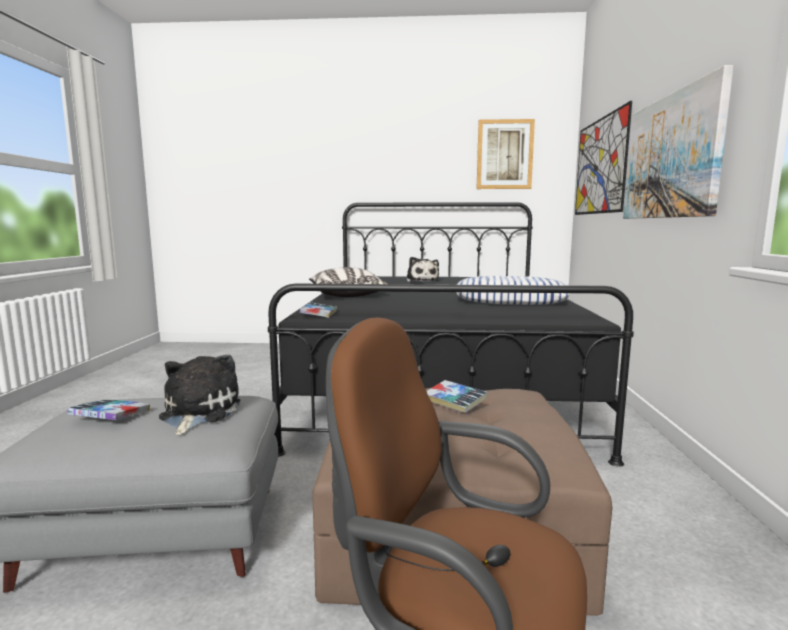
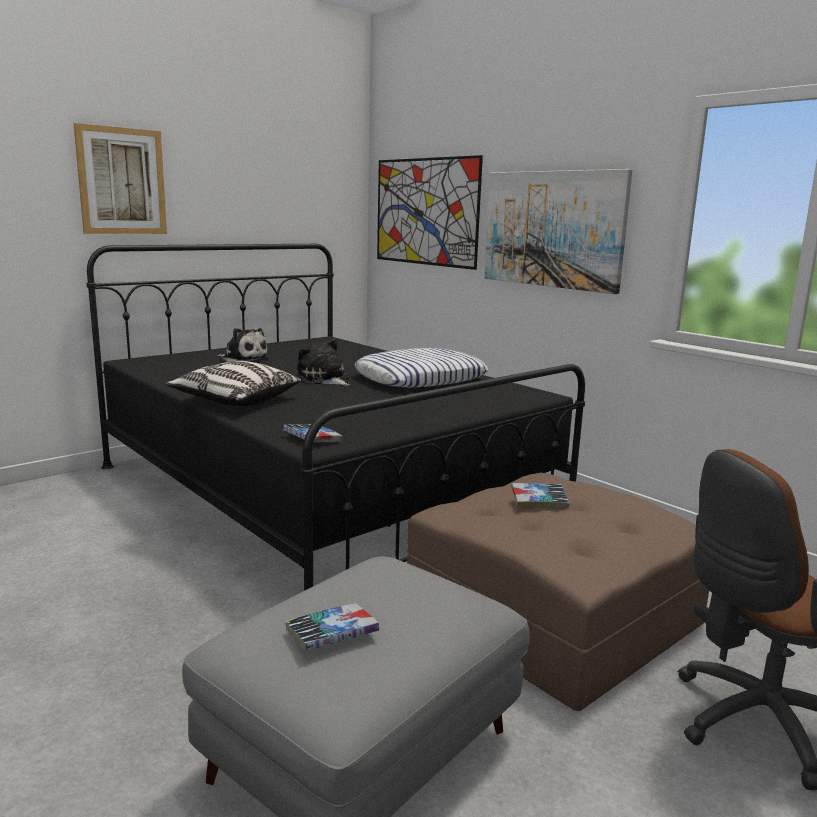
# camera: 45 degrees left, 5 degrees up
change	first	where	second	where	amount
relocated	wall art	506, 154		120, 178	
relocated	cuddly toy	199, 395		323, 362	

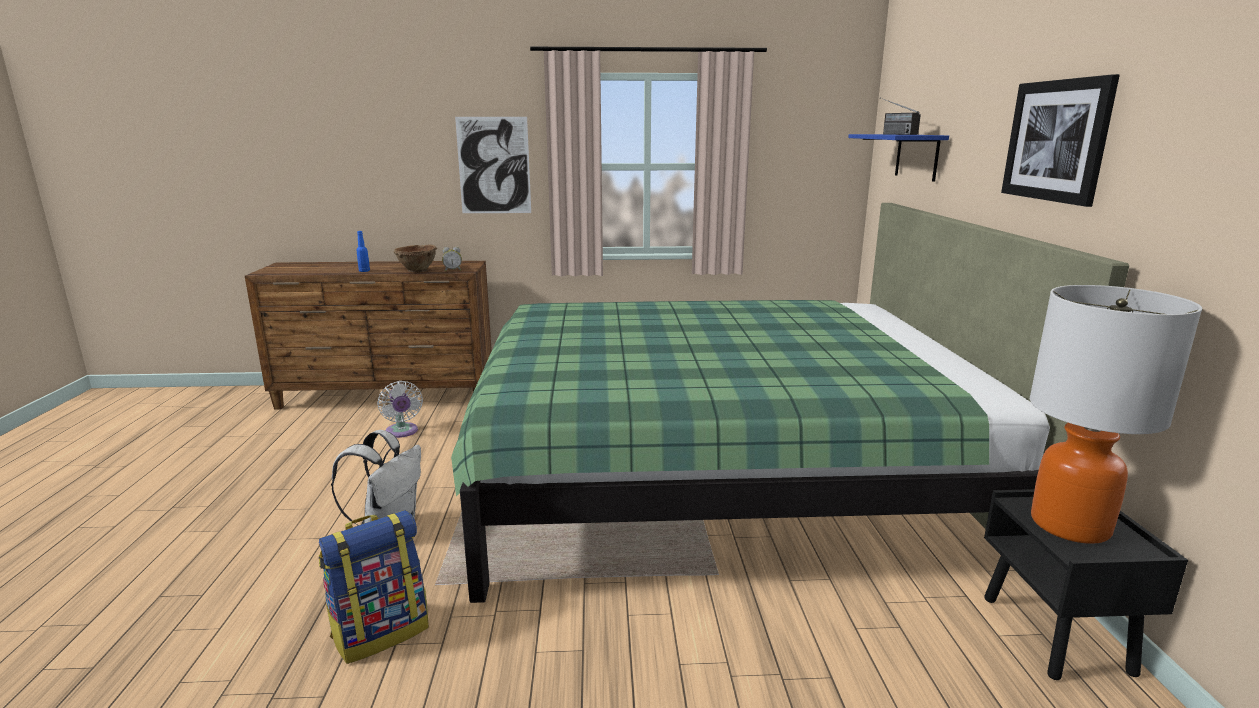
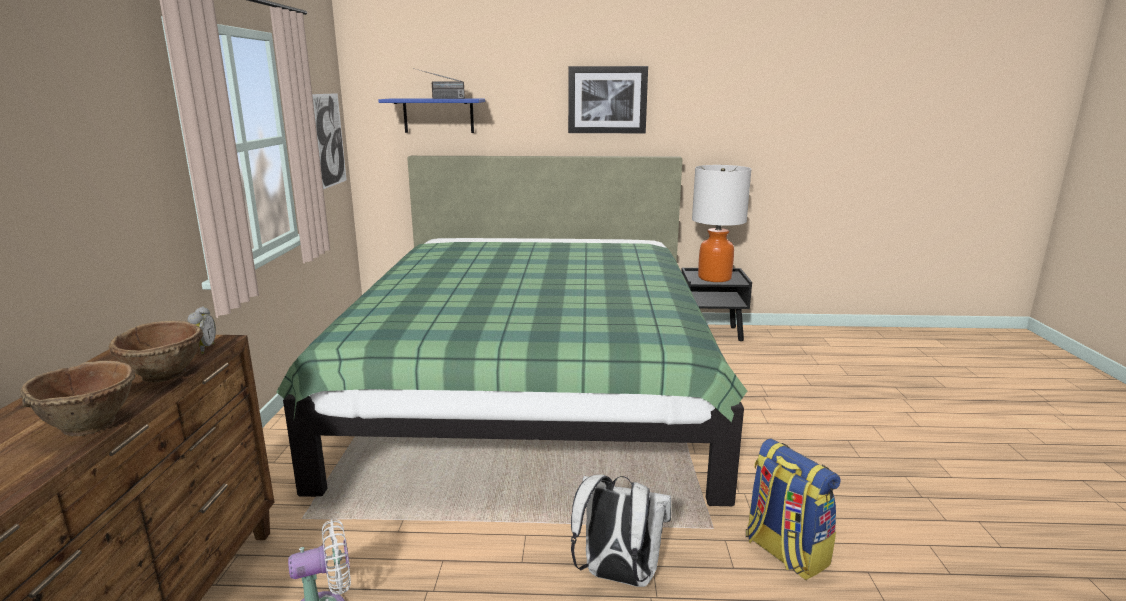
# camera: 85 degrees left, 0 degrees up
change	first	where	second	where	amount
relocated	wall art	493, 165		329, 141	
exchanged	beverage bottle (blue-coloured)	363, 251	bowl (brown-coloured)	77, 398	

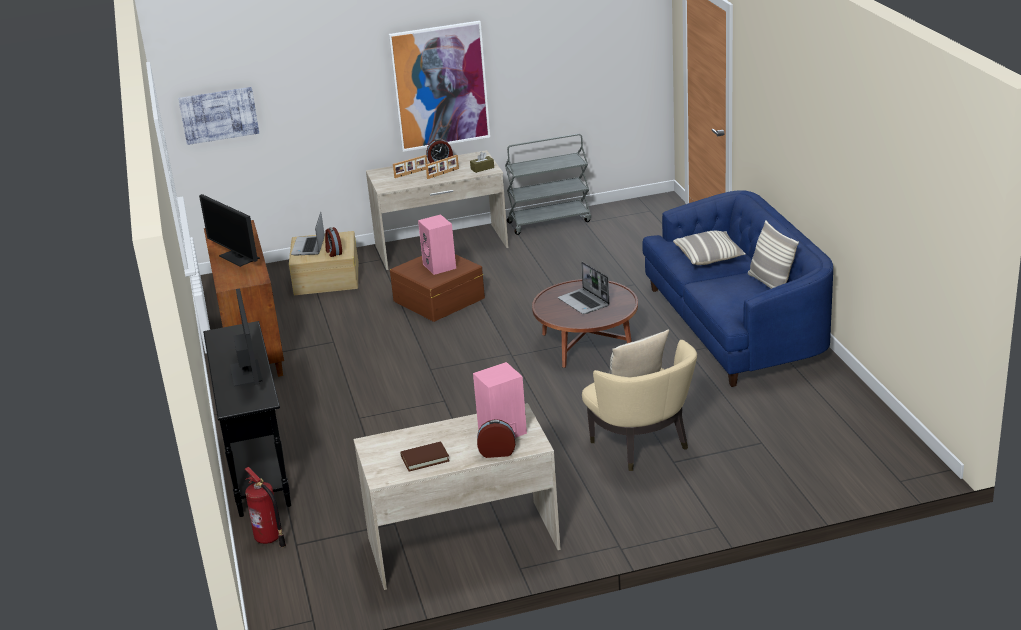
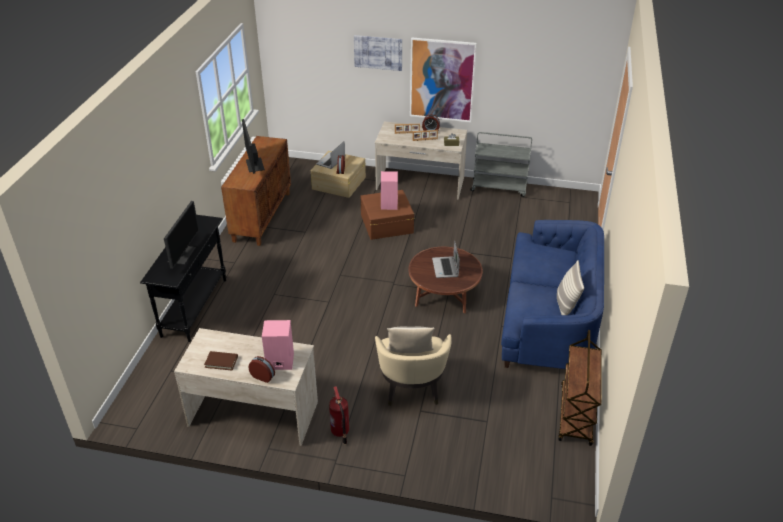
# camera: 25 degrees right, 10 degrees up
change	first	where	second	where	amount
relocated	wall art	218, 116		378, 53	
missing	cushion	709, 248			
relocated	fire-fighting cylinder	265, 507		339, 415	
appeared			cart (brown-coloured)	580, 388	

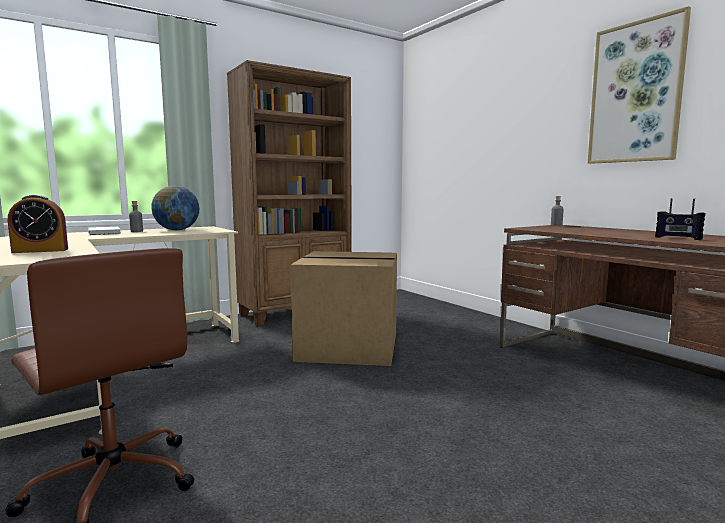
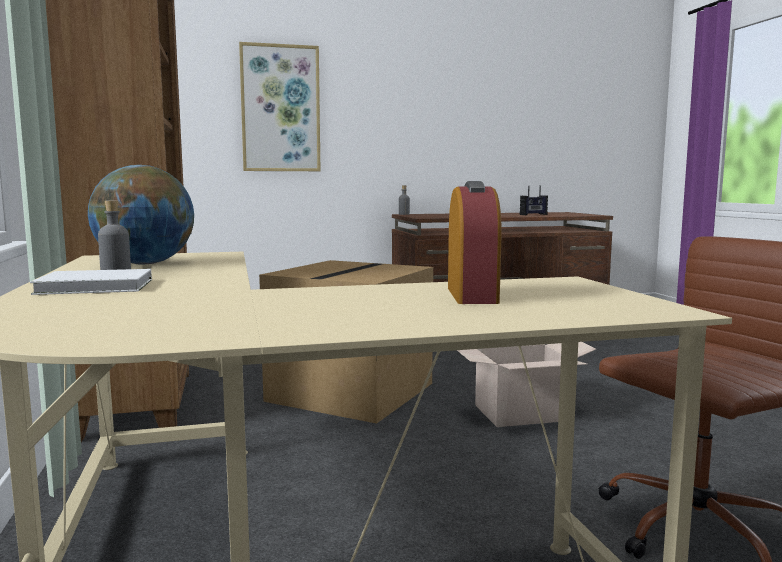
# camera: 70 degrees left, 0 degrees up
change	first	where	second	where	amount
relocated	wall art	639, 85		279, 106	
appeared			cardboard box	526, 384	

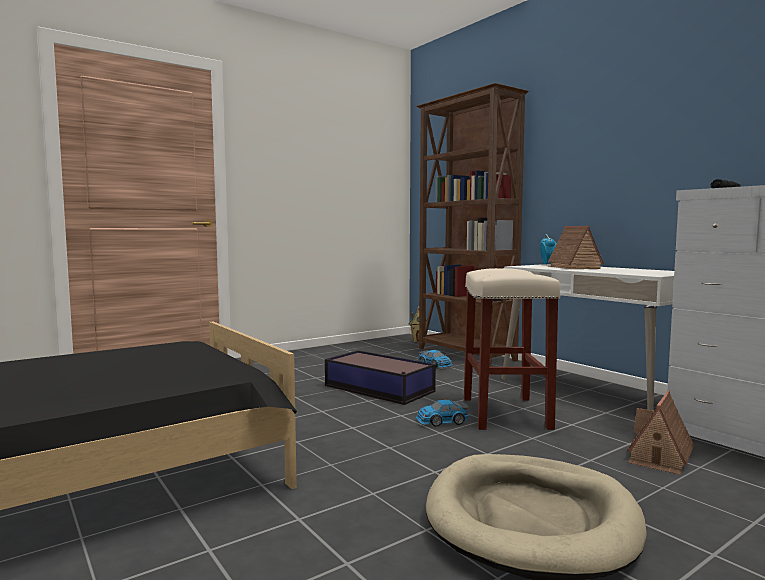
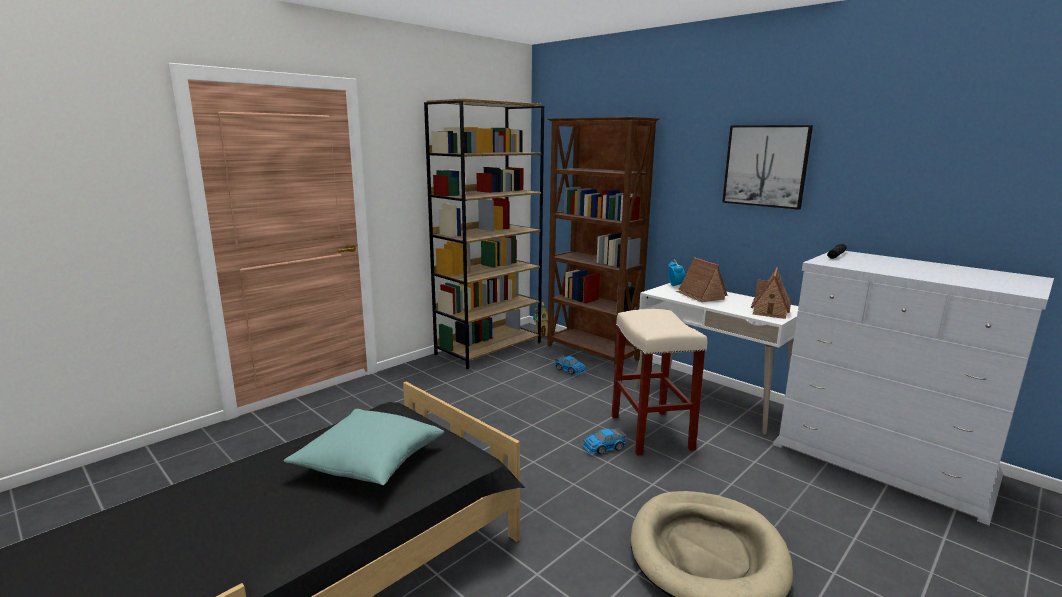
# camera: 10 degrees left, 10 degrees up
change	first	where	second	where	amount
missing	storage box	380, 377			
relocated	toy house	660, 432		771, 293	
appeared			bookshelf (brown-coloured)	484, 233	
appeared			wall art	767, 167	
appeared			cushion (turquoise)	364, 447	

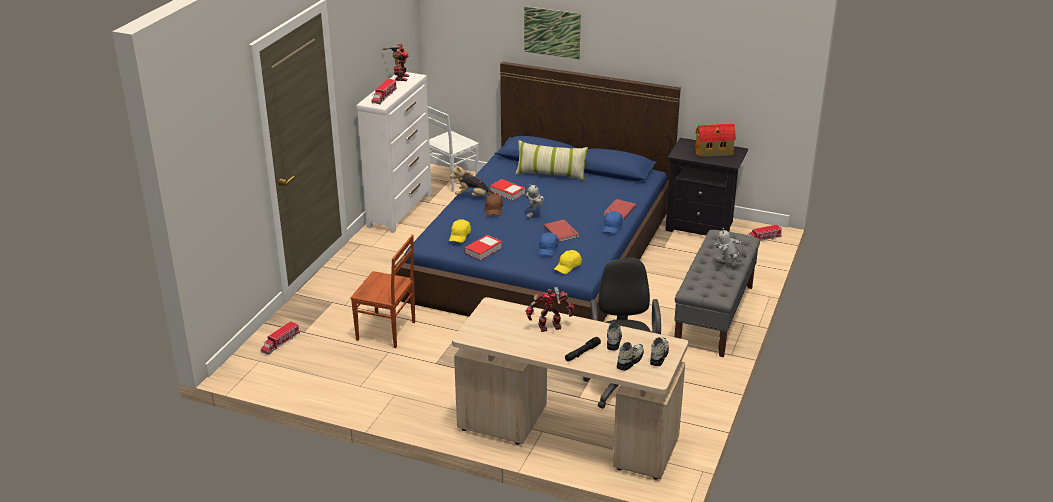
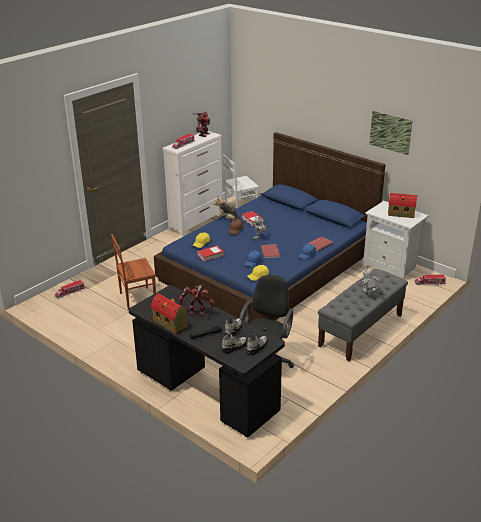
# camera: 20 degrees right, 0 degrees up
change	first	where	second	where	amount
relocated	wall art	552, 32		391, 133	
colour	bedside table (black-coloured)	706, 186	bedside table (whitish)	396, 240	
missing	cushion	551, 160			
spun	plain chair (brown-coloured)	383, 291		133, 272	120 degrees clockwise
colour	desk unit (beige)	570, 388	desk unit (black-coloured)	207, 361	
appeared			toy house	169, 313	

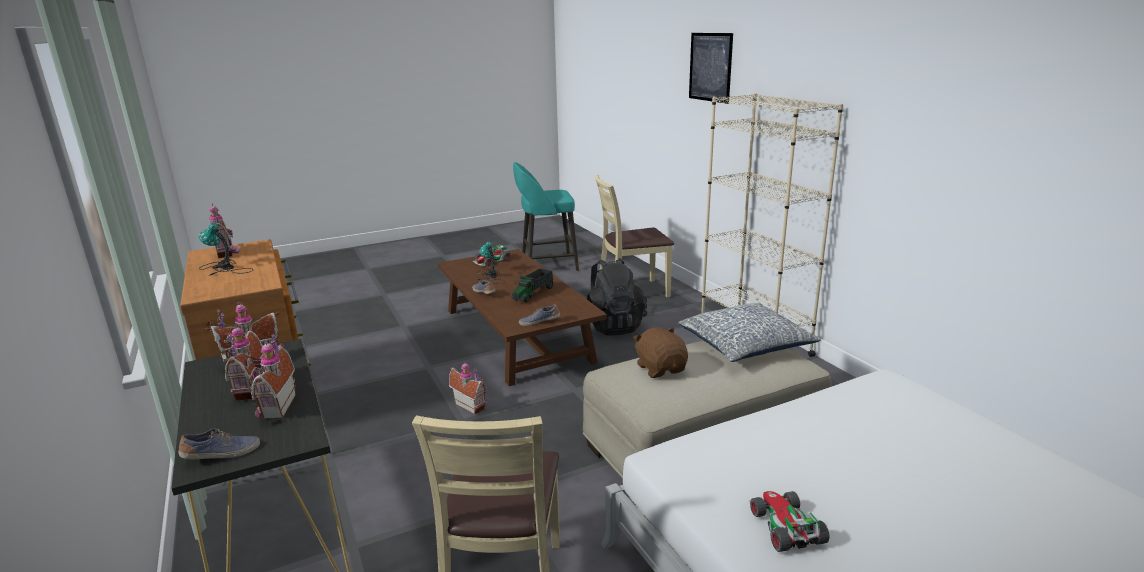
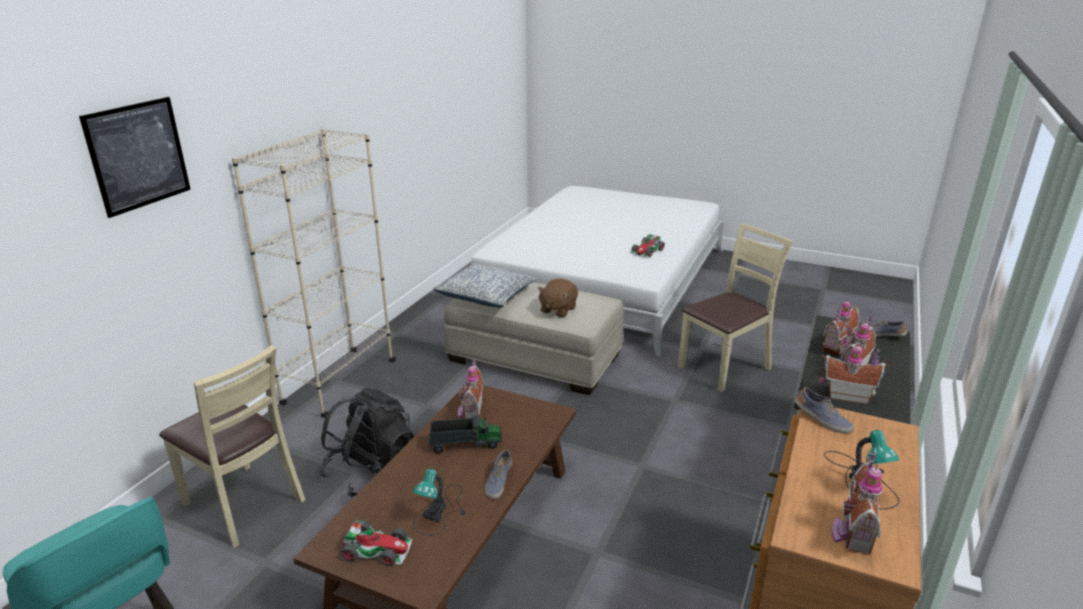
# camera: 130 degrees left, 5 degrees up
change	first	where	second	where	amount
relocated	item of footwear	539, 315		824, 410	
relocated	toy house	468, 388		470, 388	

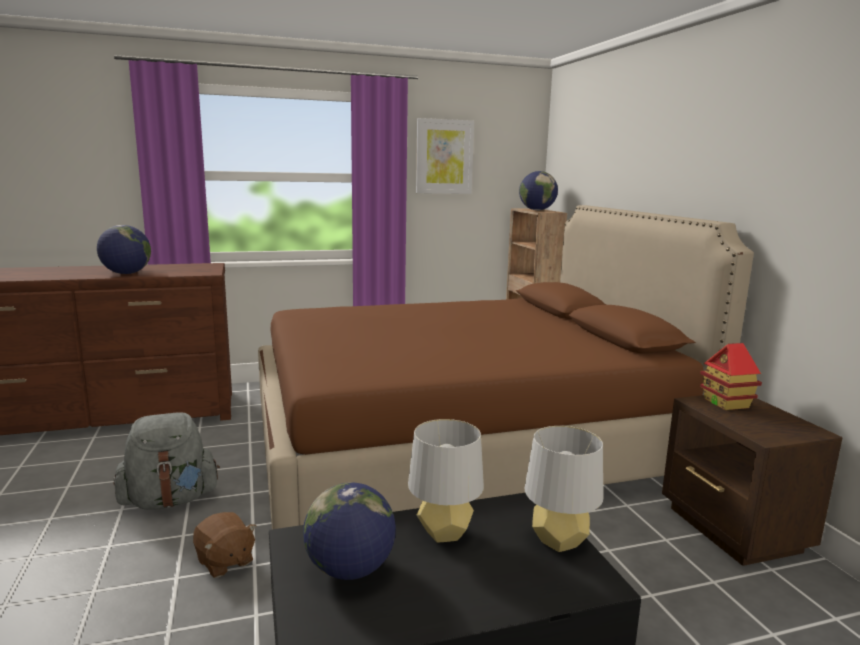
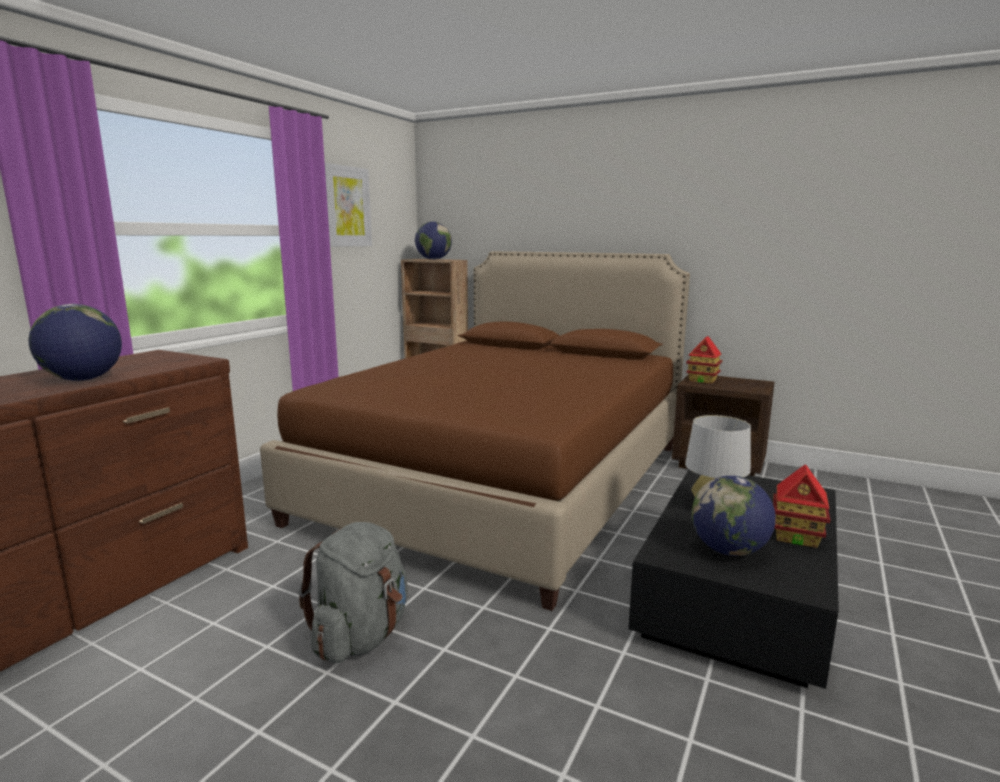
# camera: 45 degrees left, 0 degrees up
change	first	where	second	where	amount
missing	table lamp (gray)	564, 489			
missing	cuddly toy (brown-coloured)	224, 545			
appeared			toy house	801, 506	

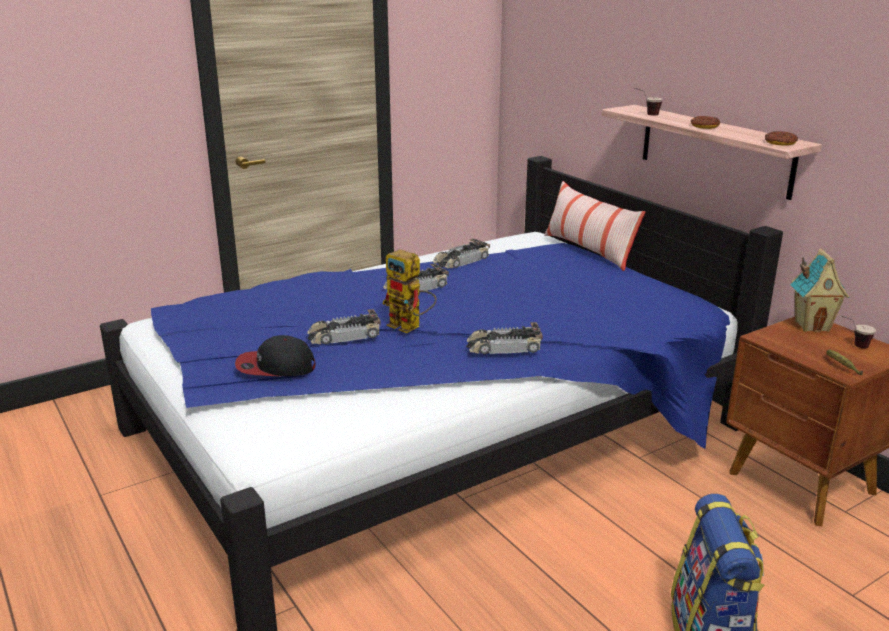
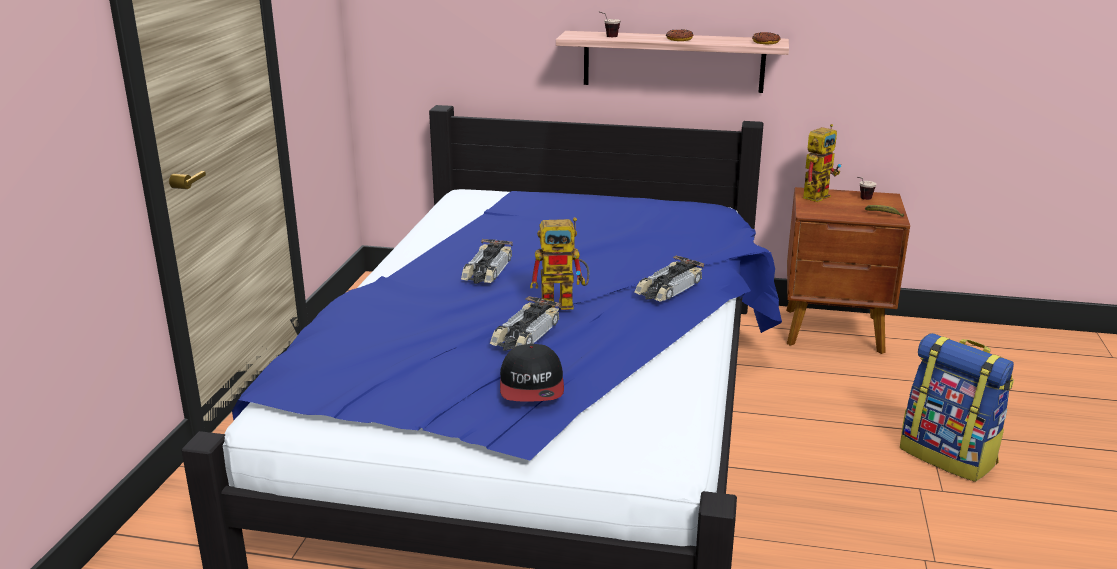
# camera: 45 degrees left, 0 degrees up
change	first	where	second	where	amount
missing	cushion	594, 226			
missing	model car	461, 253			
exchanged	toy house	819, 290	model robot	822, 163	
spun	baseball cap	275, 356		532, 373	45 degrees counterclockwise

